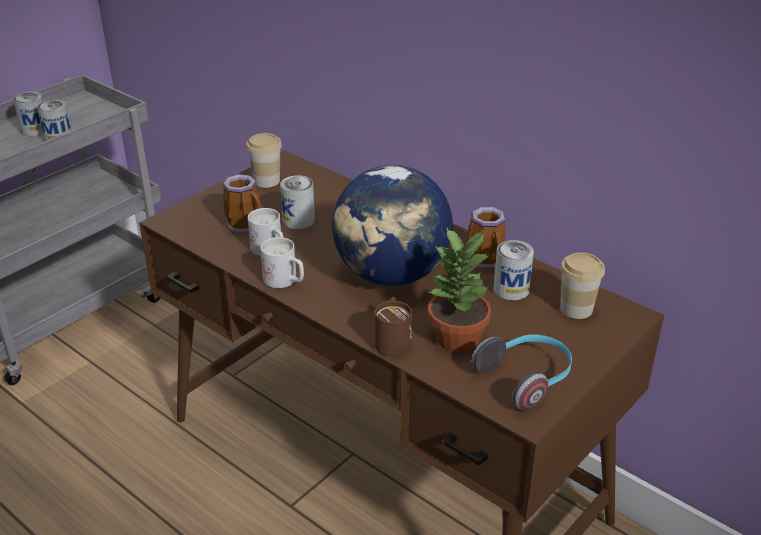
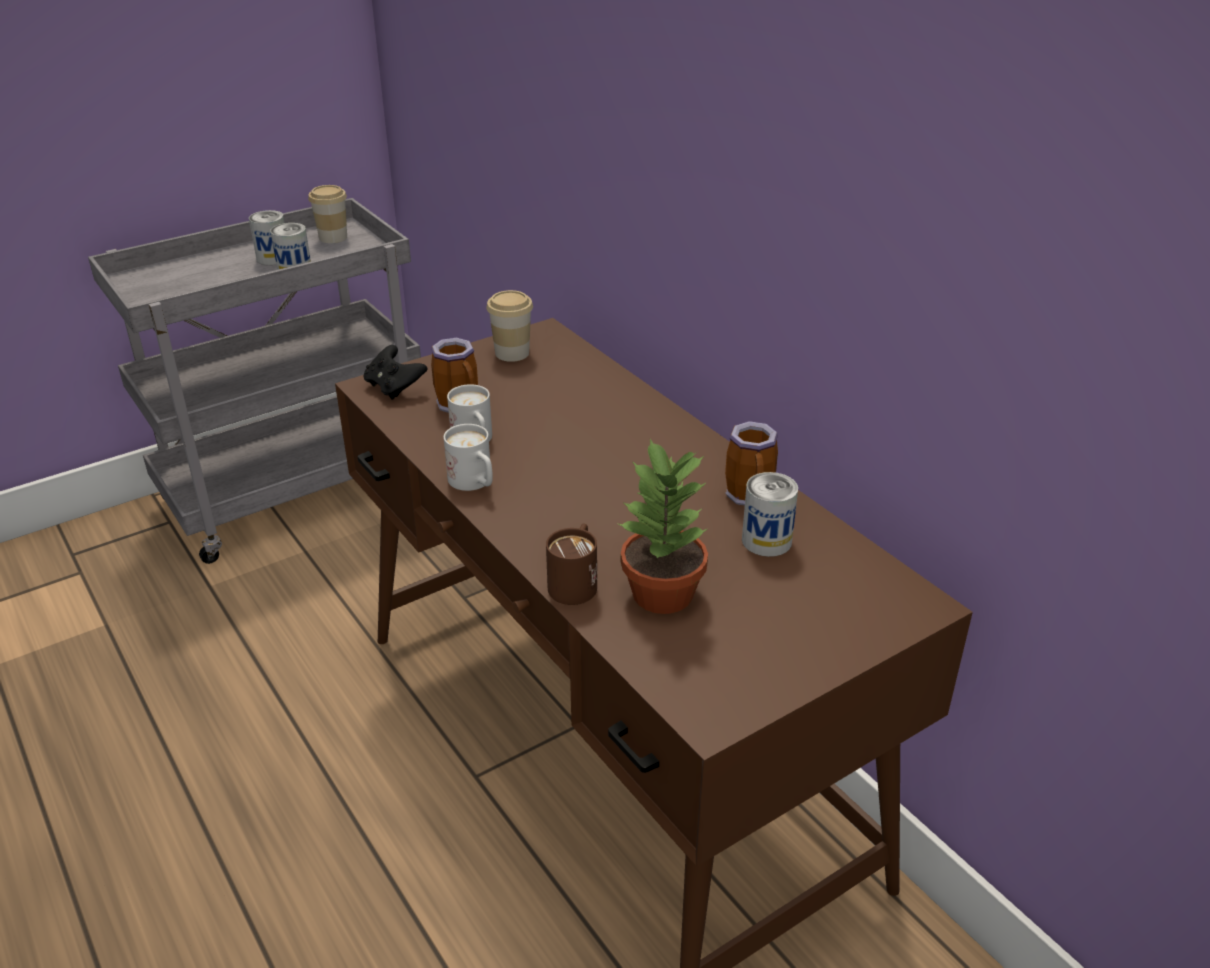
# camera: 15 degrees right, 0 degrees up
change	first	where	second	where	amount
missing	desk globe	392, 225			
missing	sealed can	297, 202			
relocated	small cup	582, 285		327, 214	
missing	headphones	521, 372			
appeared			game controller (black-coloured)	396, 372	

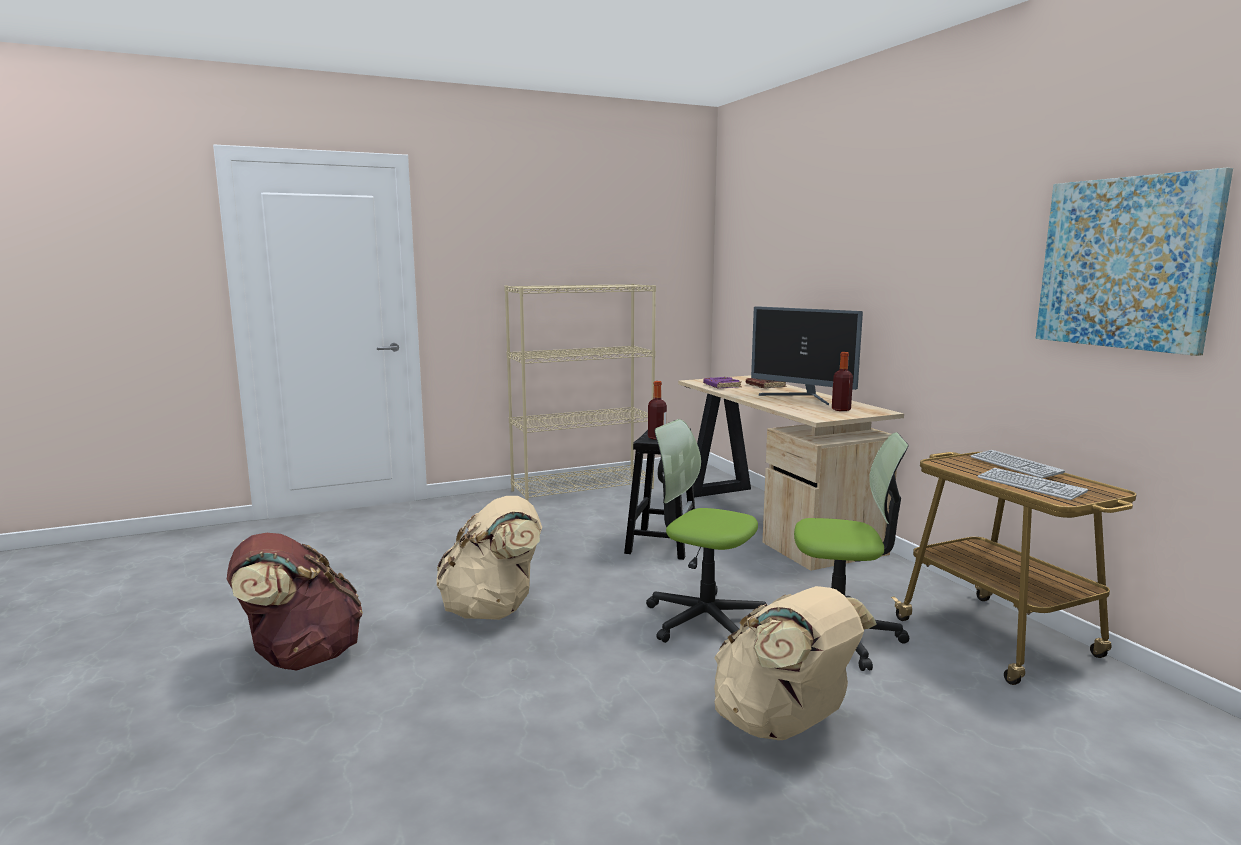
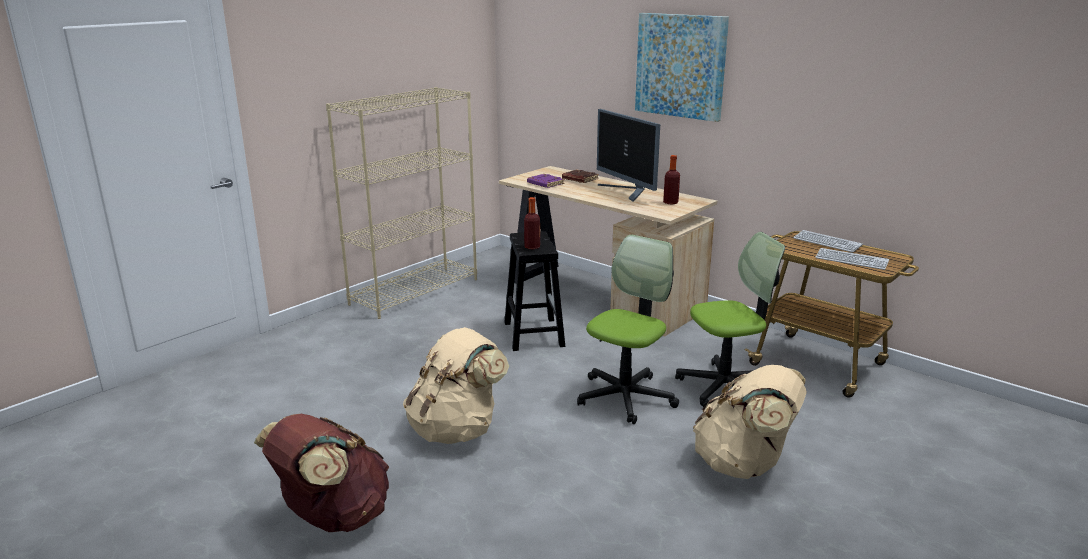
# camera: 25 degrees left, 10 degrees up
change	first	where	second	where	amount
relocated	wall art	1134, 262		682, 67	
spun	monitor	807, 355		628, 155	45 degrees clockwise
spun	computer chair	706, 531		628, 329	120 degrees clockwise

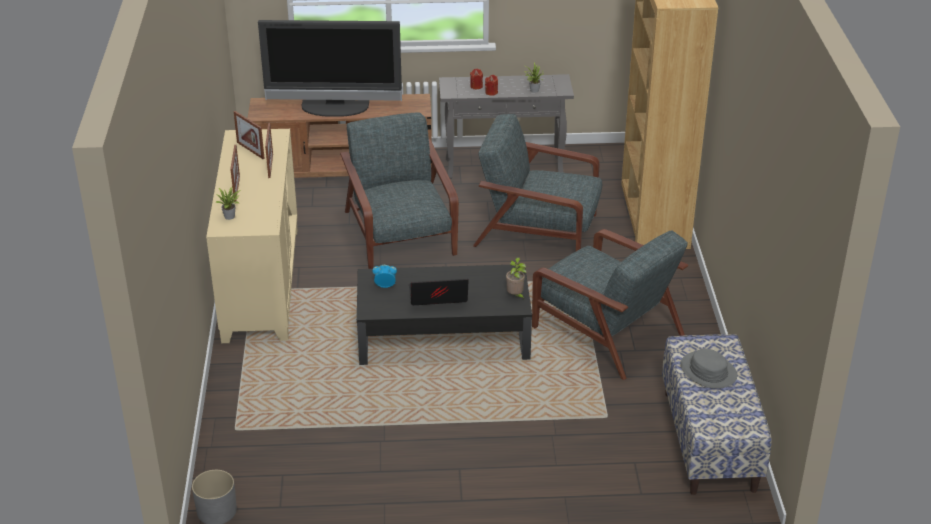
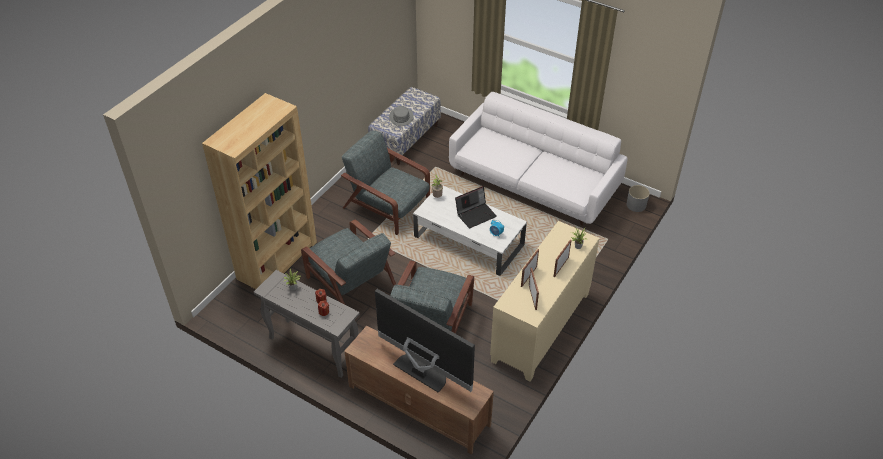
# camera: 145 degrees left, 10 degrees up
change	first	where	second	where	amount
spun	easy chair (gray)	610, 304		385, 182	45 degrees counterclockwise
colour	coffee table (black-coloured)	444, 315	coffee table (whitish)	470, 230	
spun	notebook computer	439, 292		476, 207	60 degrees counterclockwise
appeared			settee (whitish)	538, 159	

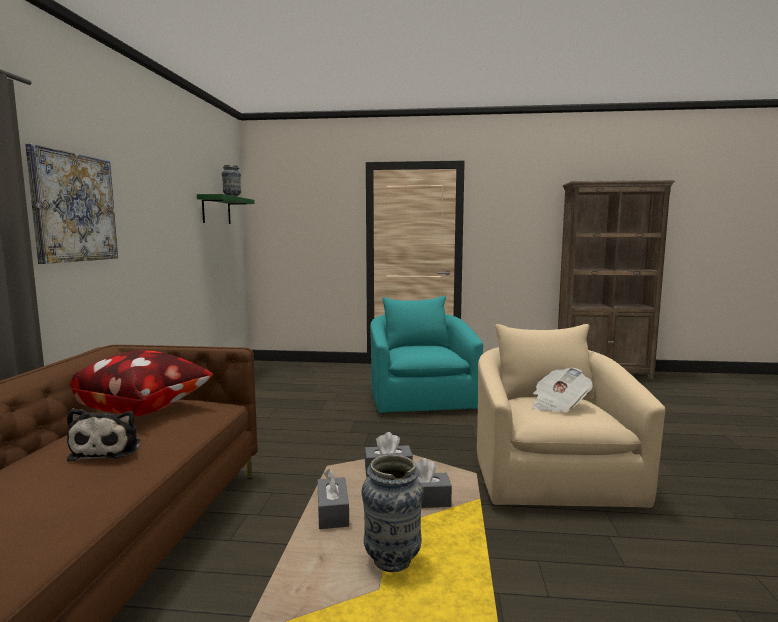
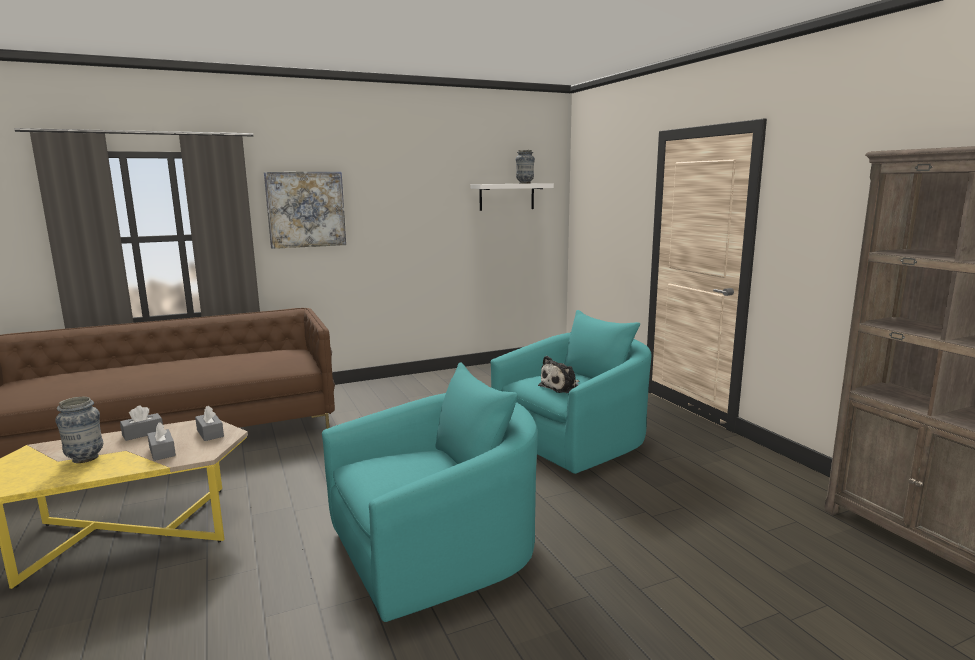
# camera: 60 degrees right, 5 degrees up
change	first	where	second	where	amount
colour	shelf (greenish)	226, 209	shelf (whitish)	512, 197	
colour	easy chair (beige)	571, 416	easy chair (turquoise)	430, 492	
missing	cushion	141, 383			
missing	daily paper	562, 390			
relocated	cuddly toy	104, 435		558, 374	

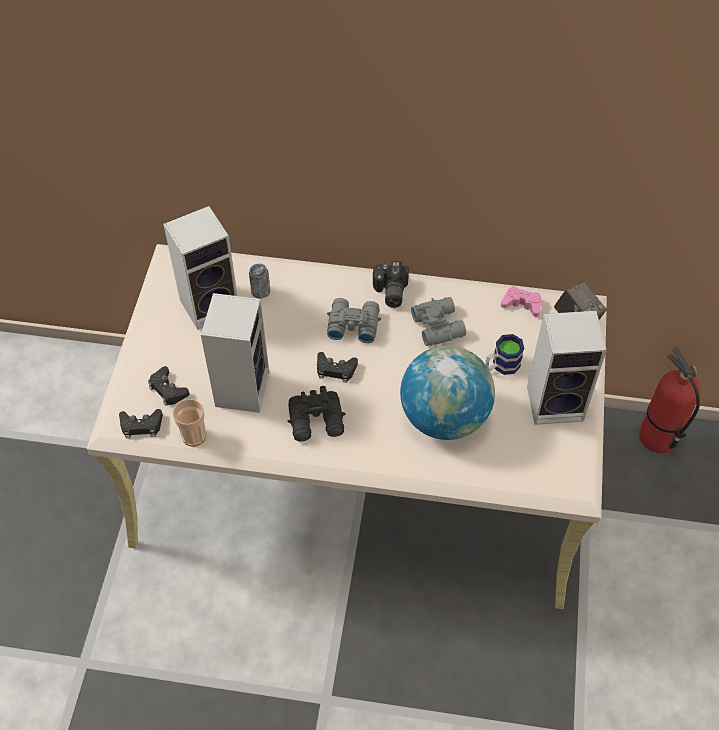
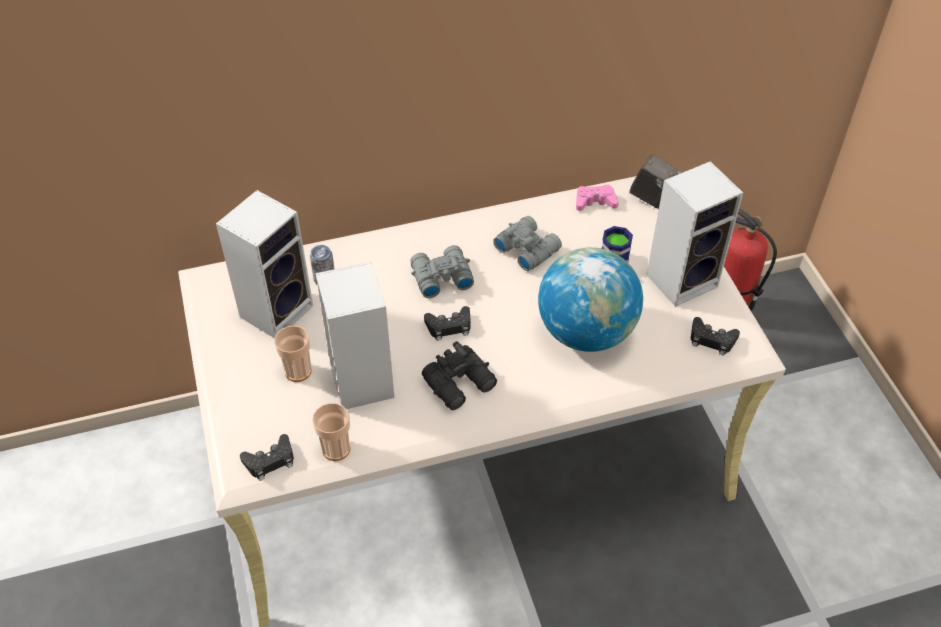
# camera: 25 degrees left, 5 degrees down
change	first	where	second	where	amount
missing	still camera	391, 284			
relocated	game controller (black-coloured)	168, 386		715, 336	
appeared			small cup	293, 354	

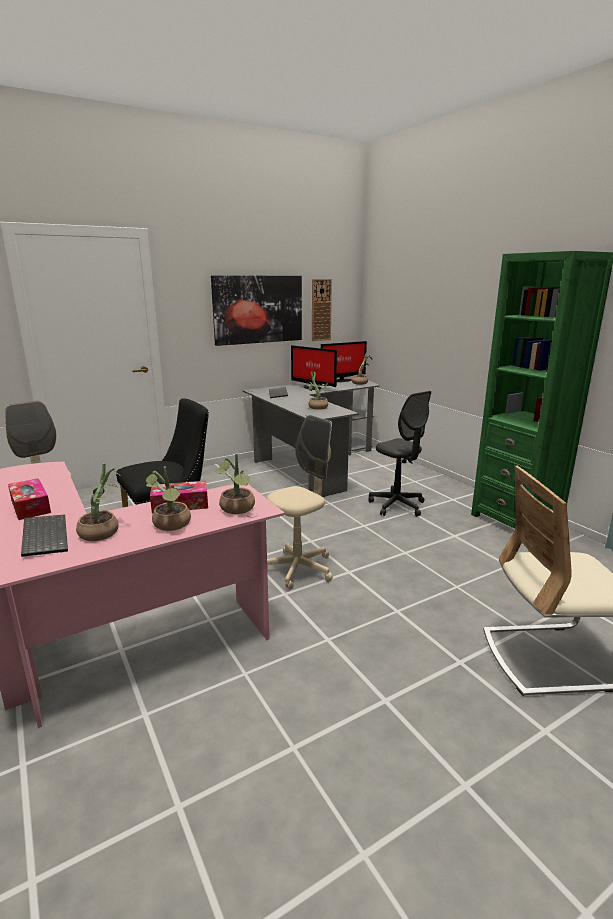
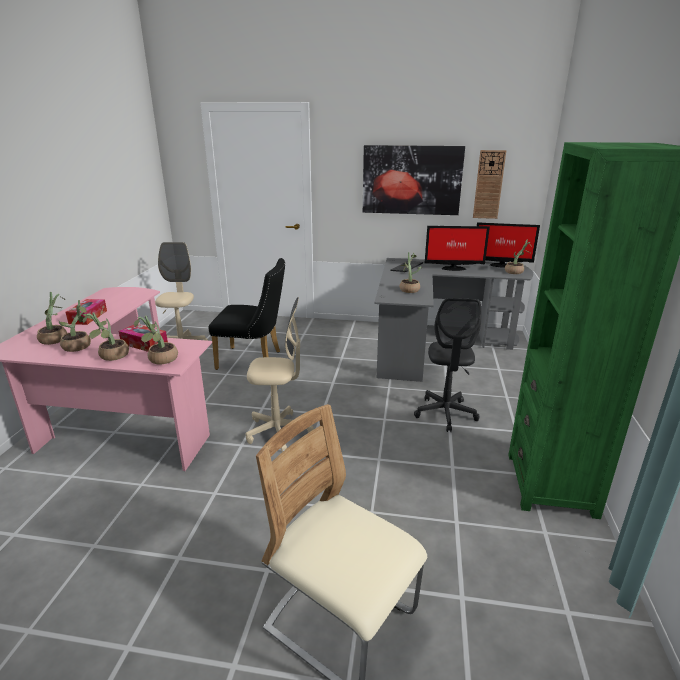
# camera: 40 degrees right, 5 degrees up
change	first	where	second	where	amount
spun	monitor	314, 367		457, 248	75 degrees counterclockwise
exchanged	computer keyboard	44, 536	plant in a pot	52, 318	

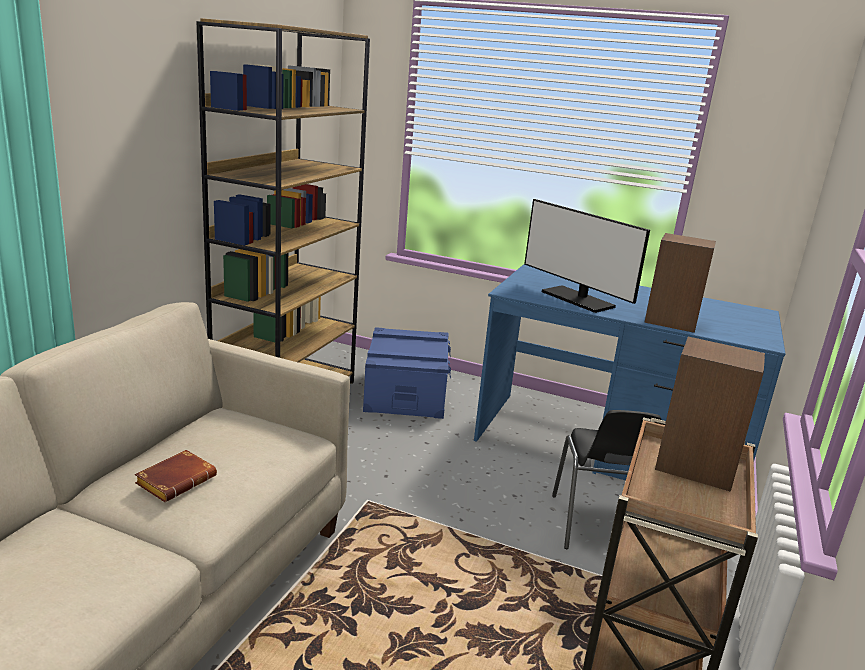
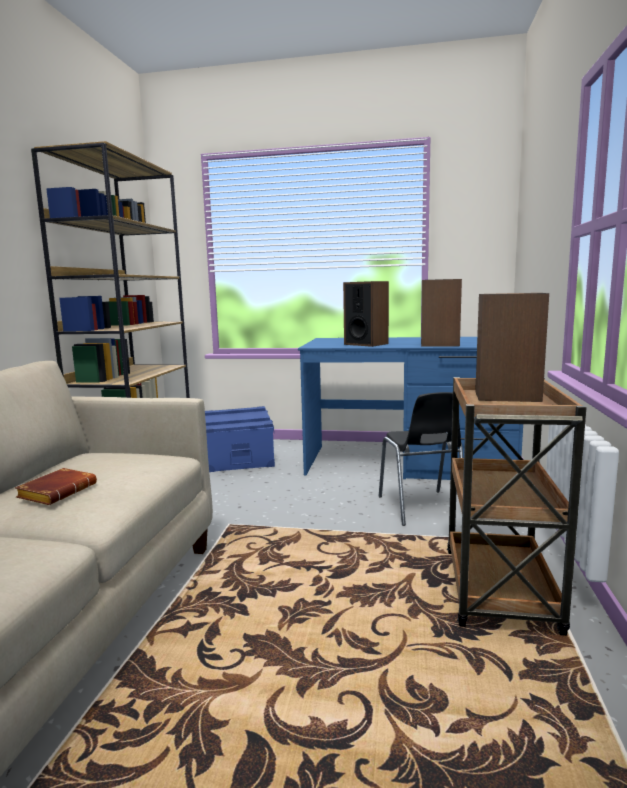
# camera: 10 degrees left, 10 degrees down
change	first	where	second	where	amount
exchanged	monitor	587, 256	loudspeaker	366, 314	

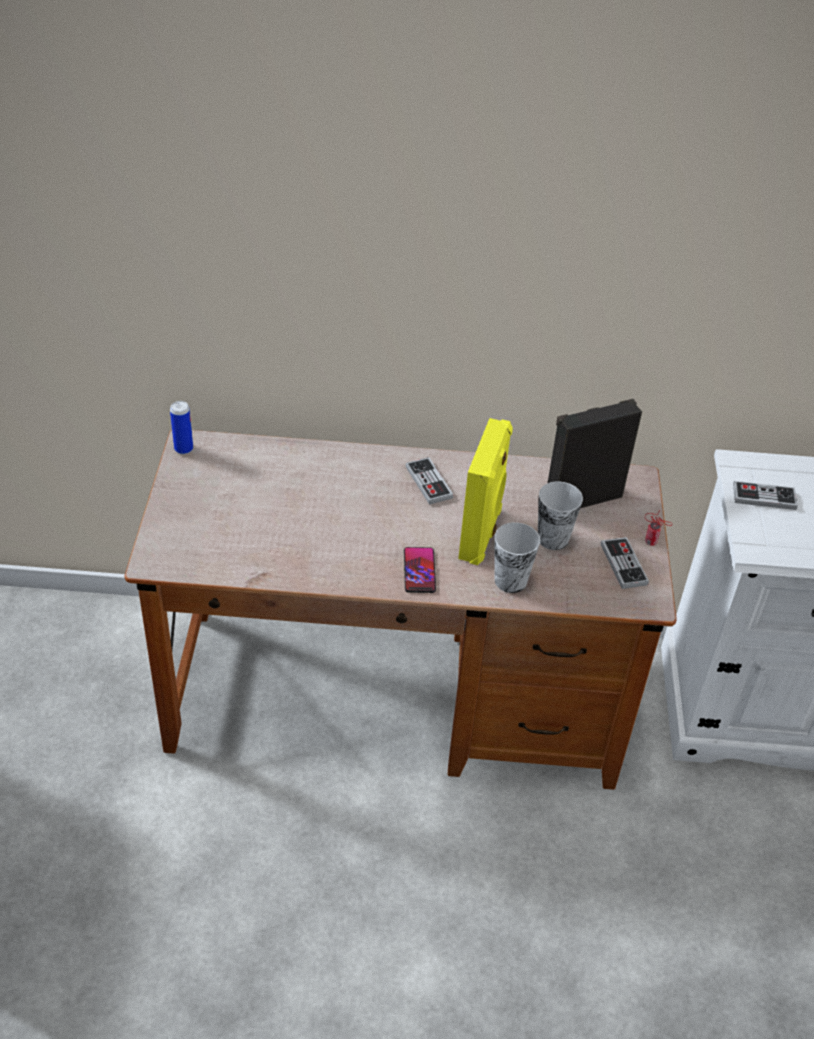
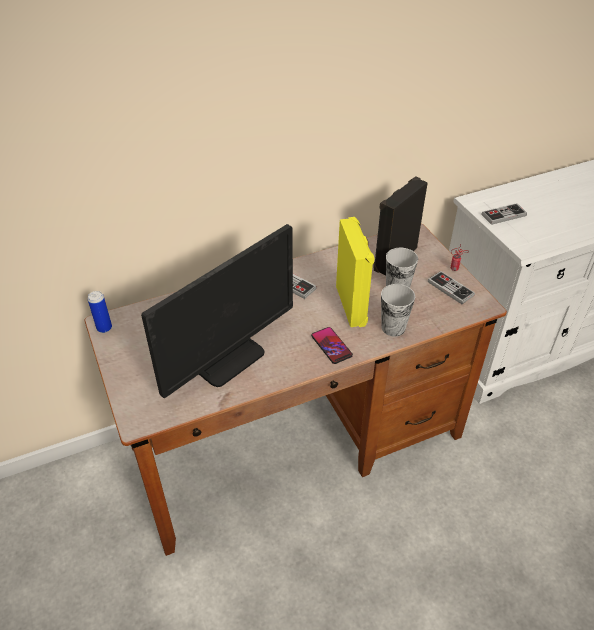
# camera: 25 degrees left, 0 degrees up
change	first	where	second	where	amount
appeared			monitor	217, 311	

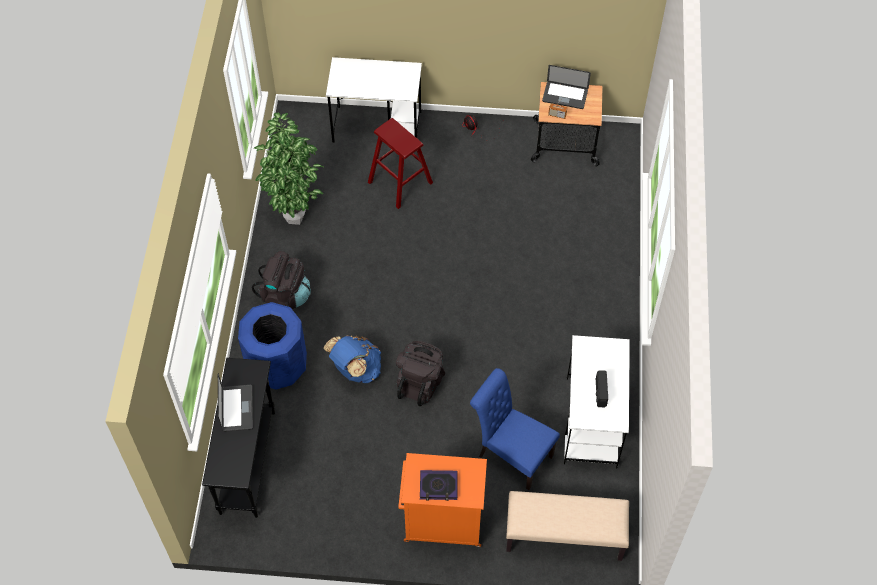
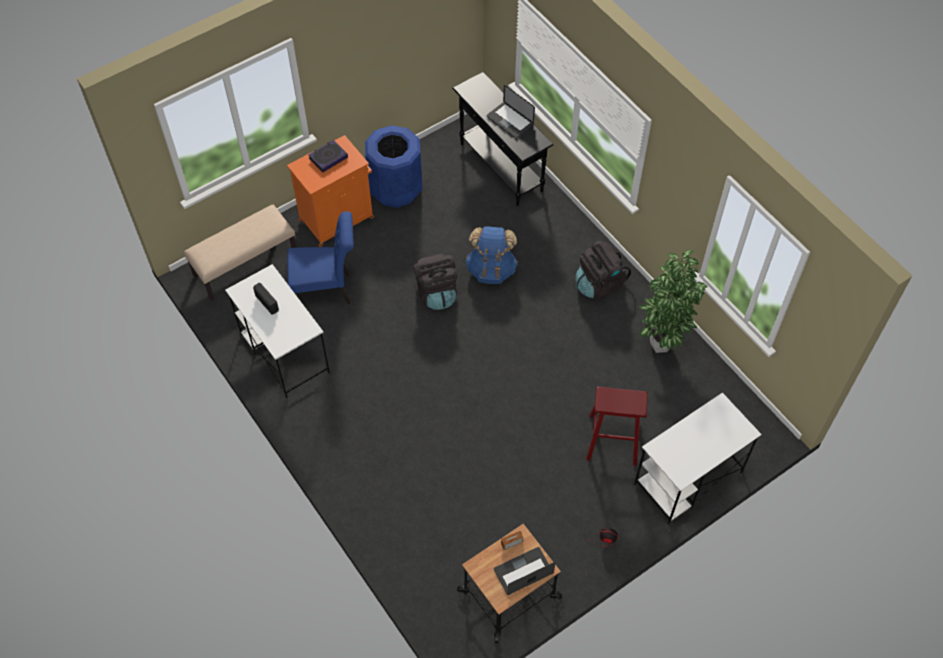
# camera: 140 degrees right, 0 degrees up
change	first	where	second	where	amount
relocated	waste bin (blue-coloured)	272, 345		393, 166	

